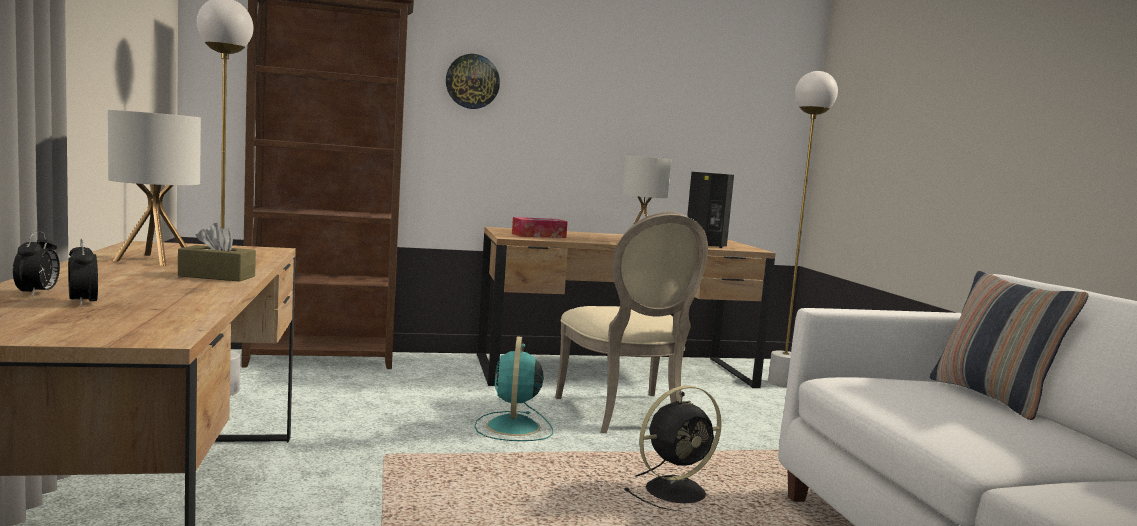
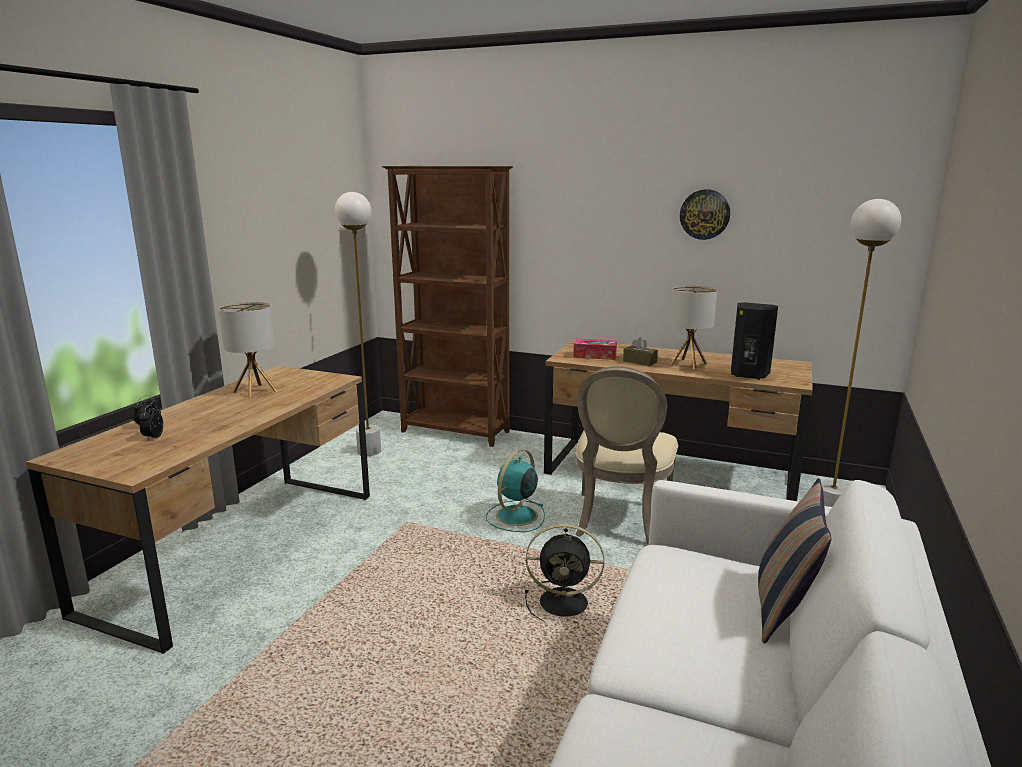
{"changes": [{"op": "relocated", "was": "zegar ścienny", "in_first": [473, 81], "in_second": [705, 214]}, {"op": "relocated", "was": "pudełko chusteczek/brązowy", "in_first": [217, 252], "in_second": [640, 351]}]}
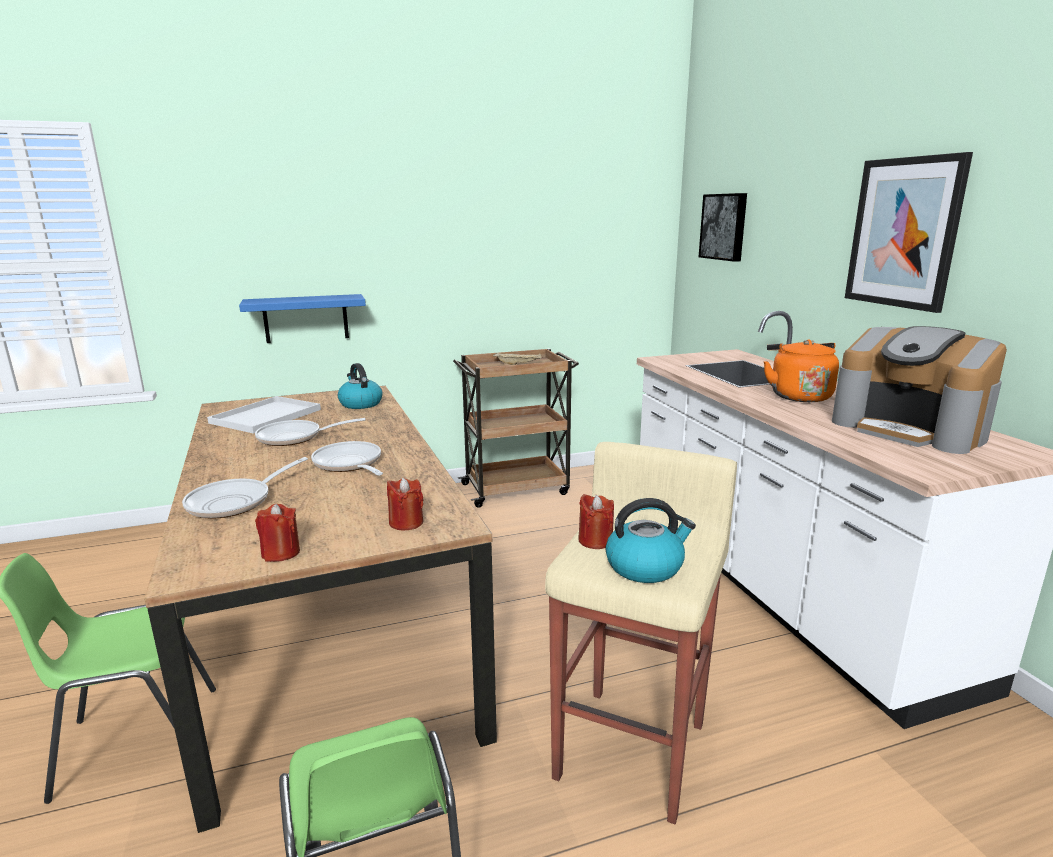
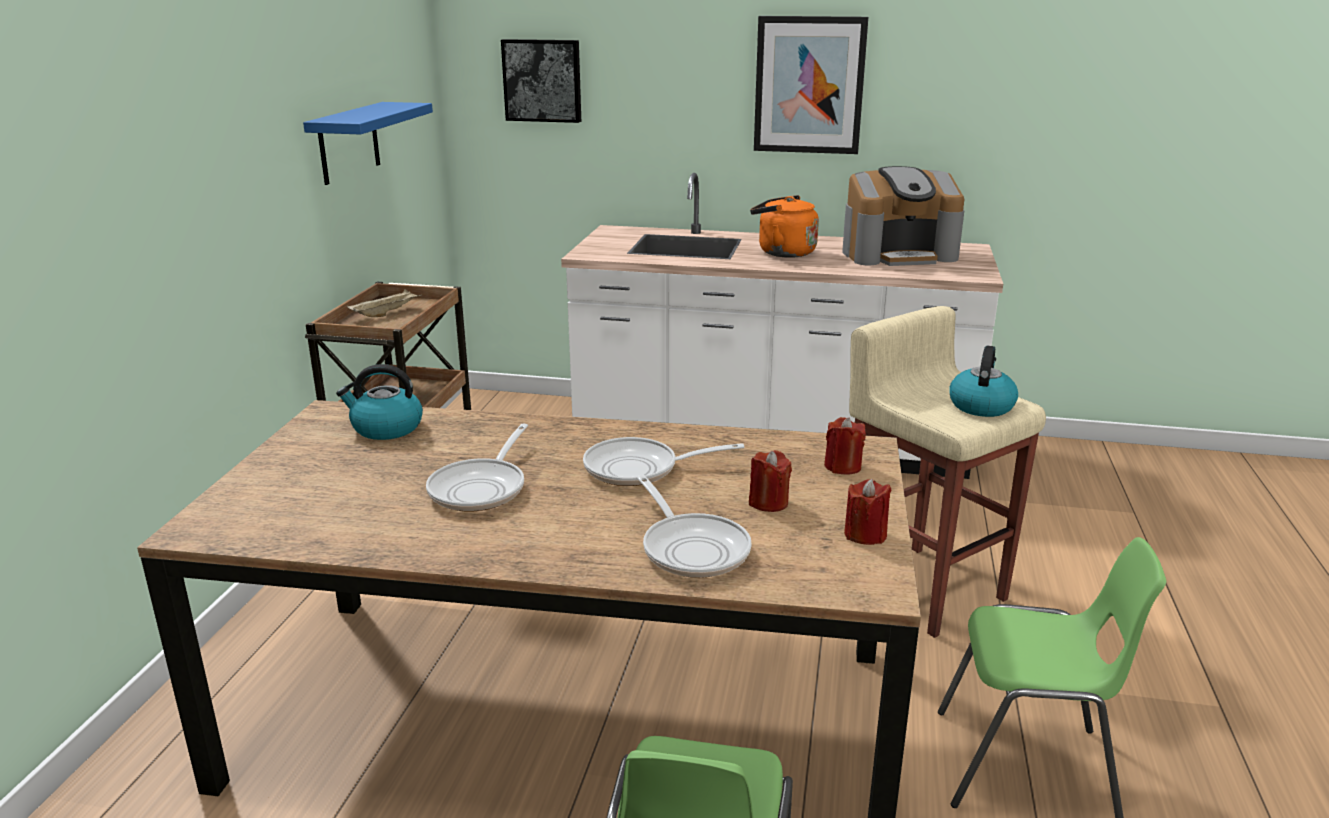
{"changes": [{"op": "relocated", "was": "półka/niebieski", "in_first": [302, 318], "in_second": [368, 143]}, {"op": "missing", "was": "taca/biały", "in_first": [264, 415]}, {"op": "relocated", "was": "świeca/czerwony", "in_first": [596, 521], "in_second": [770, 481]}]}
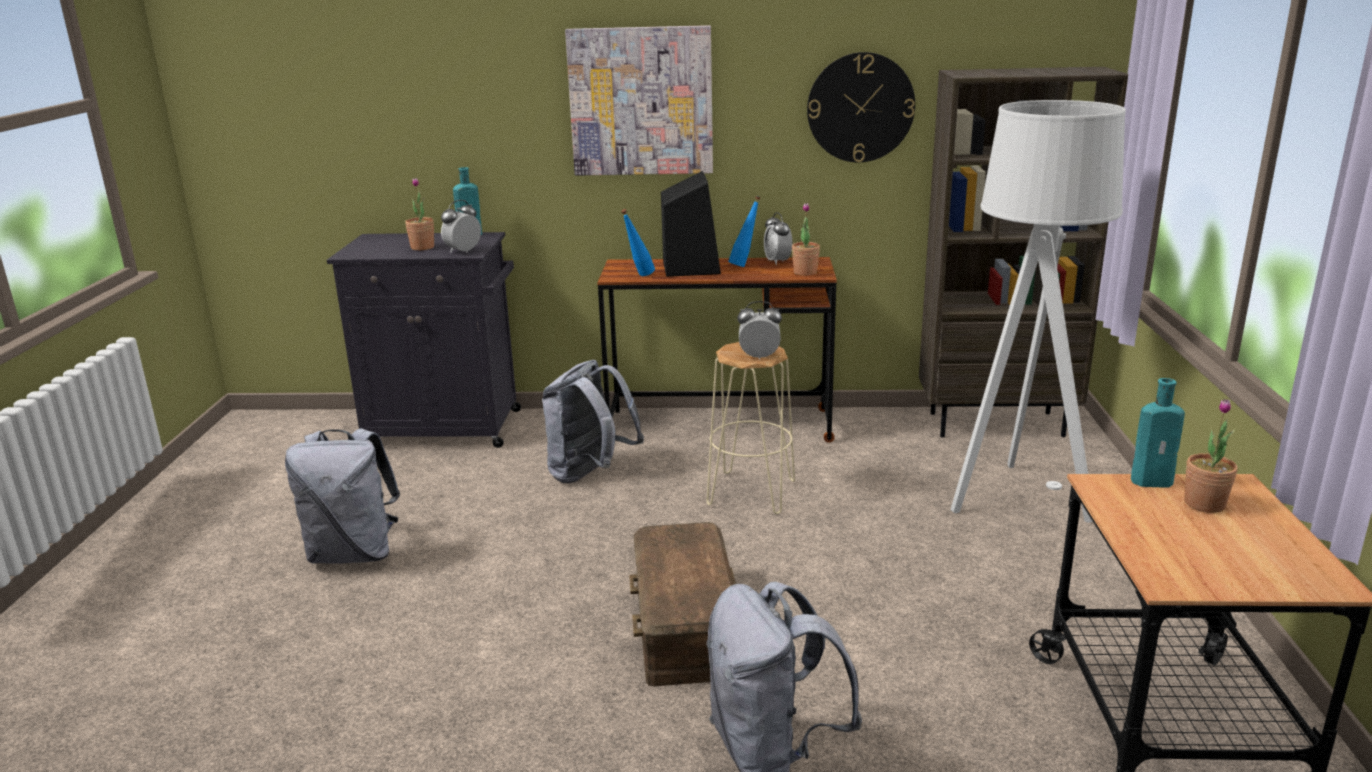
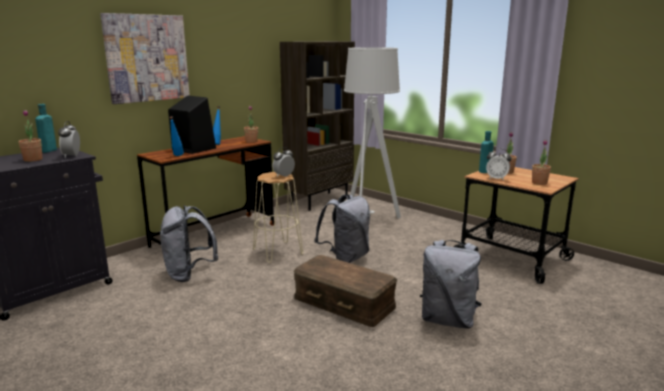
{"changes": [{"op": "missing", "was": "zegar ścienny", "in_first": [861, 107]}, {"op": "relocated", "was": "budzik", "in_first": [778, 238], "in_second": [499, 164]}, {"op": "relocated", "was": "plecak/szary", "in_first": [342, 496], "in_second": [342, 229]}, {"op": "appeared", "now": "roślina doniczkowa", "in_second": [541, 162]}]}
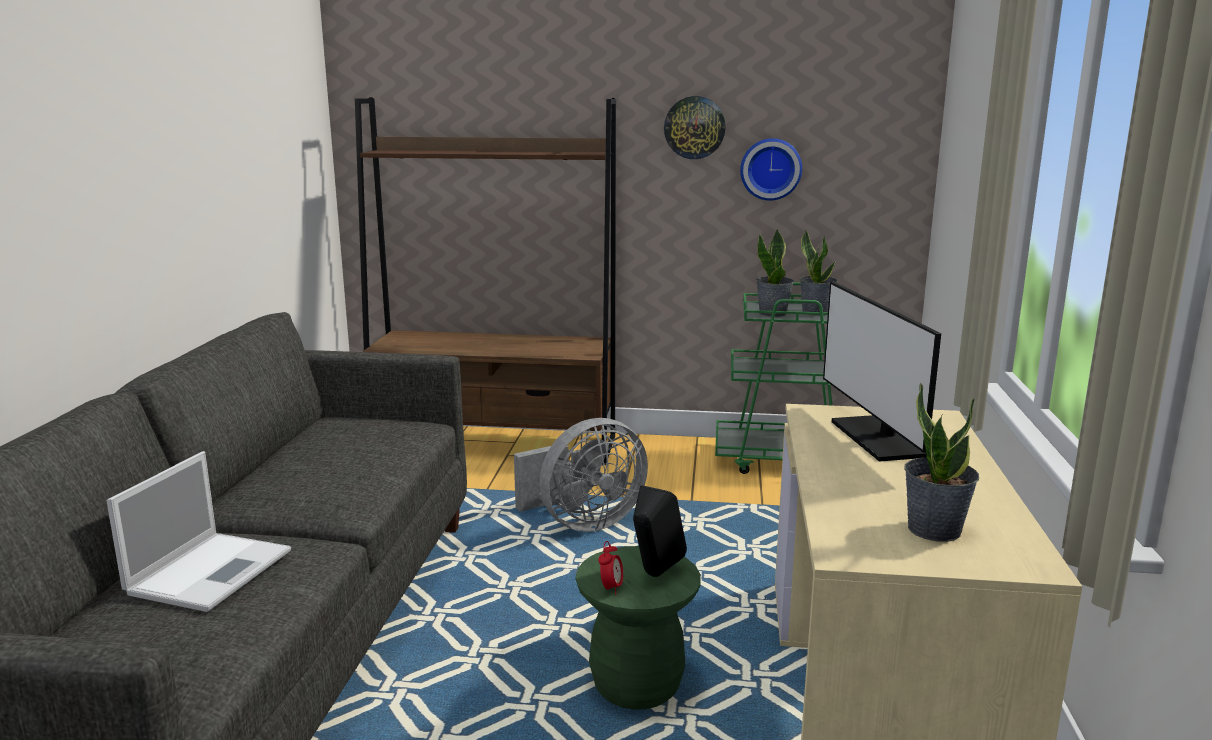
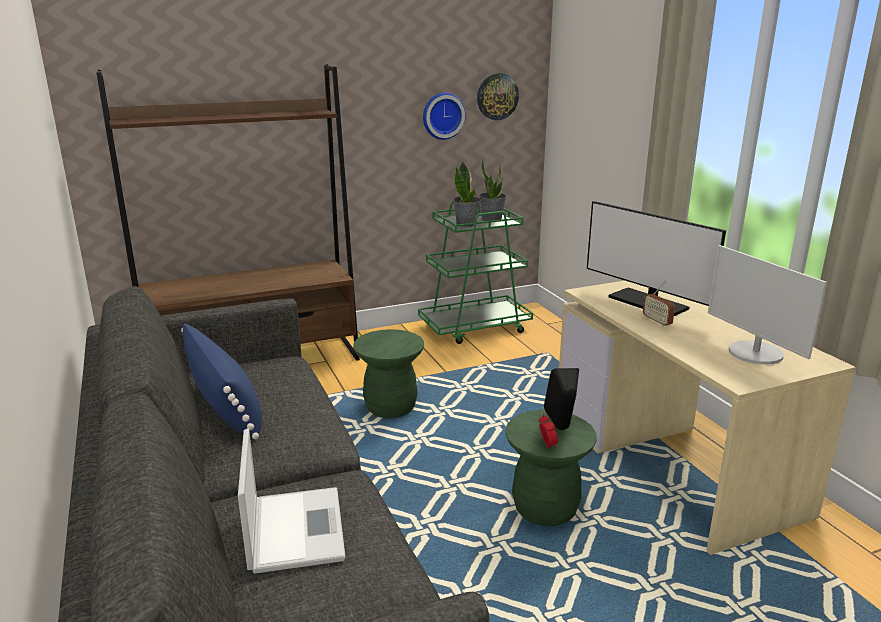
{"changes": [{"op": "relocated", "was": "zegar ścienny", "in_first": [695, 127], "in_second": [498, 96]}, {"op": "exchanged", "was": "roślina doniczkowa", "now": "monitor", "in_first": [941, 462], "in_second": [767, 304]}, {"op": "exchanged", "was": "wentylator/szary", "now": "stołek/zielony", "in_first": [581, 475], "in_second": [388, 373]}, {"op": "appeared", "now": "radio", "in_second": [659, 304]}, {"op": "appeared", "now": "poduszka/niebieski", "in_second": [221, 381]}]}
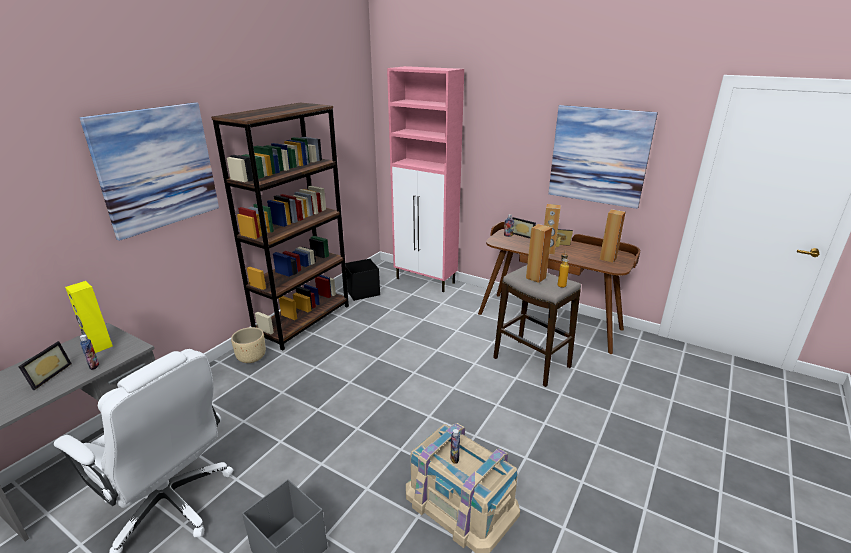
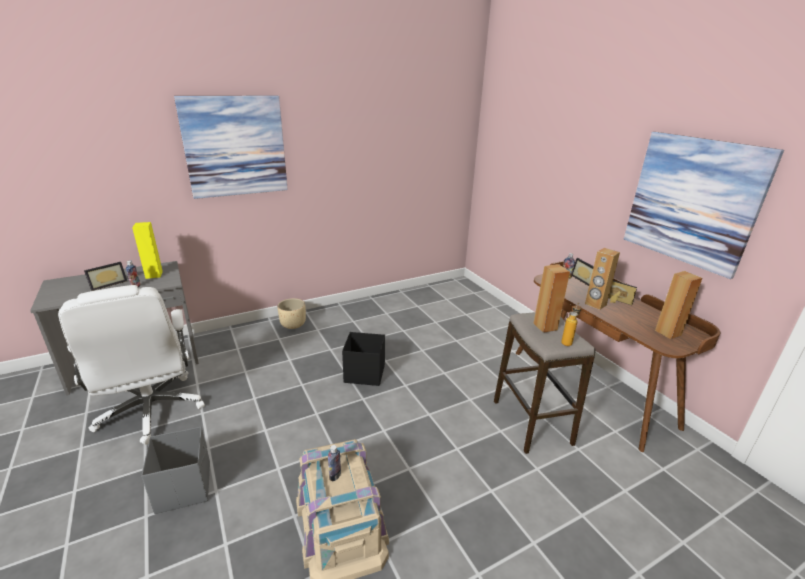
{"changes": [{"op": "missing", "was": "szafka/różowy", "in_first": [425, 179]}, {"op": "missing", "was": "regał/brązowy", "in_first": [280, 226]}, {"op": "relocated", "was": "pojemnik do przechowywania/czarny", "in_first": [362, 280], "in_second": [363, 359]}]}
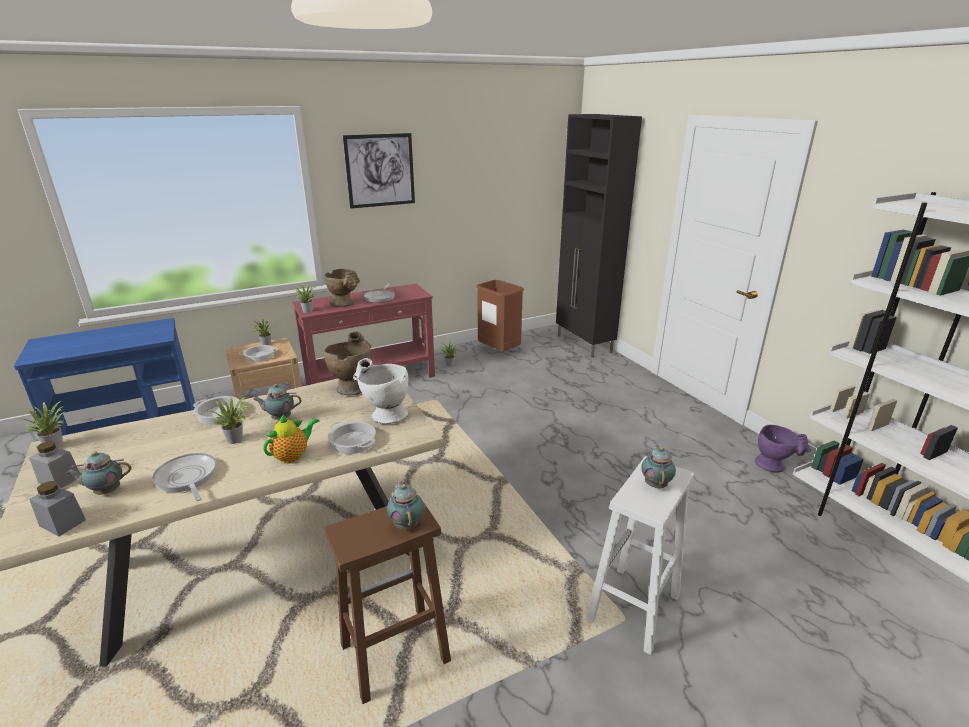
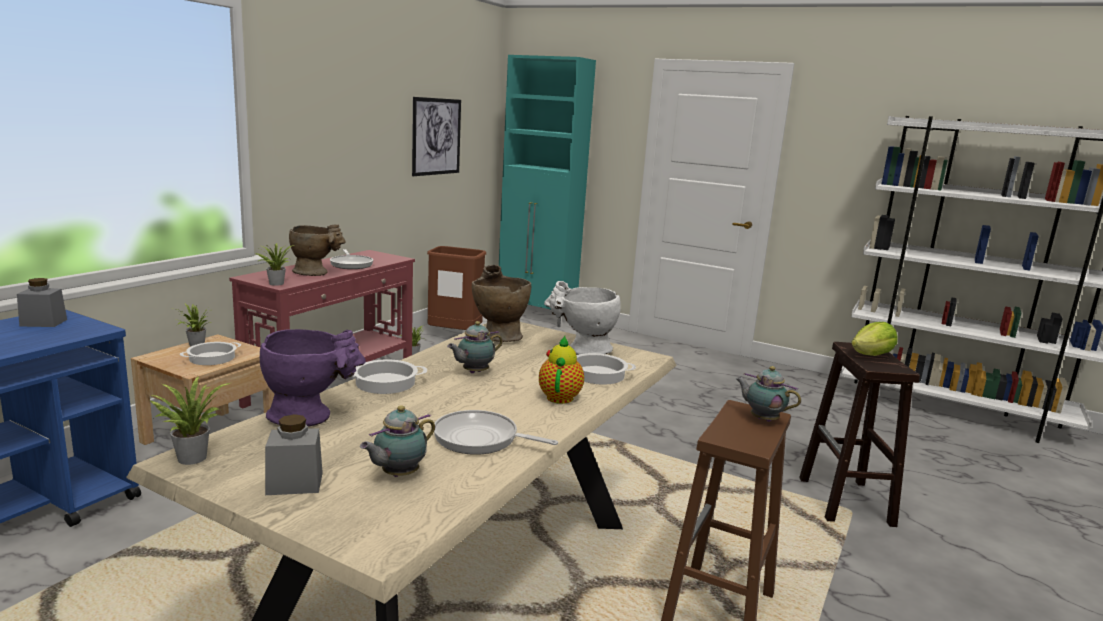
{"changes": [{"op": "colour", "was": "szafka/czarny", "now": "szafka/turkusowy", "in_first": [599, 236], "in_second": [547, 191]}, {"op": "relocated", "was": "obraz", "in_first": [379, 171], "in_second": [436, 136]}, {"op": "missing", "was": "roślina doniczkowa", "in_first": [229, 420]}, {"op": "relocated", "was": "wazon/fioletowy", "in_first": [783, 448], "in_second": [313, 378]}, {"op": "exchanged", "was": "imbryk", "now": "sałata", "in_first": [658, 466], "in_second": [874, 339]}, {"op": "colour", "was": "stołek/biały", "now": "stołek/brązowy", "in_first": [640, 555], "in_second": [859, 434]}, {"op": "relocated", "was": "słoik/szary", "in_first": [57, 508], "in_second": [42, 302]}]}
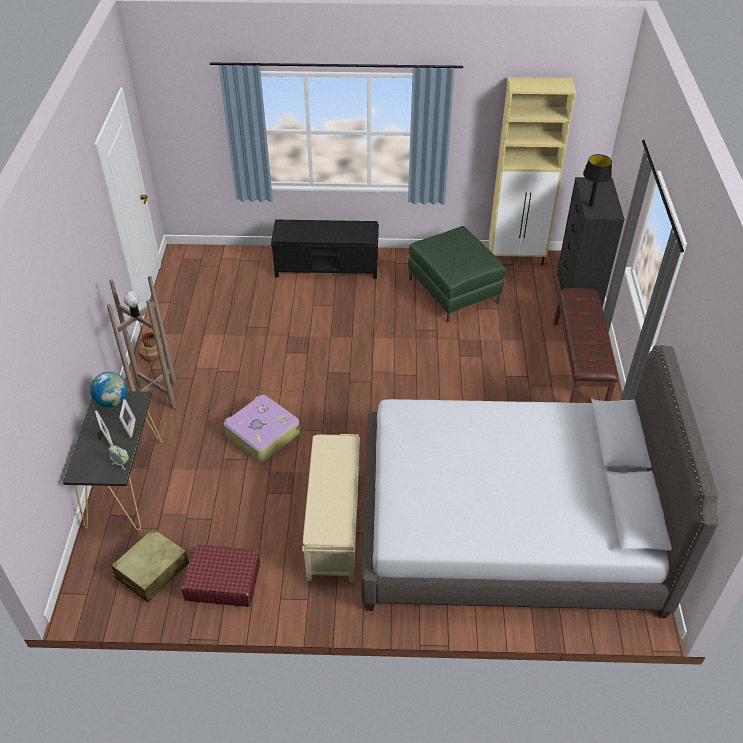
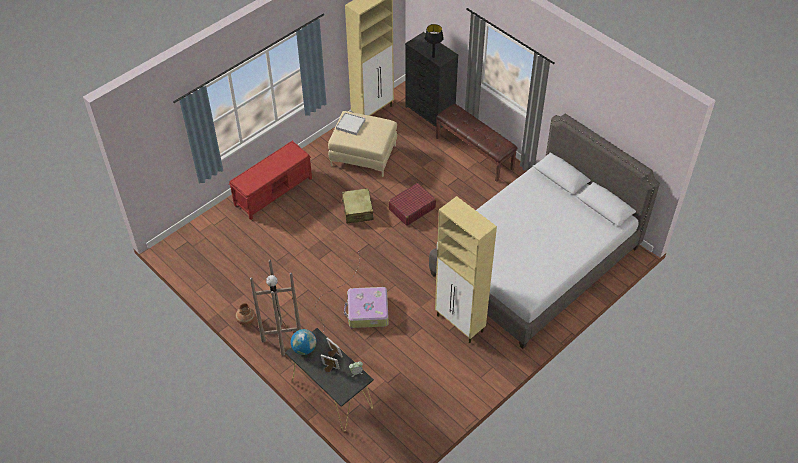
{"changes": [{"op": "colour", "was": "ławka/czarny", "now": "ławka/czerwony", "in_first": [325, 249], "in_second": [270, 180]}, {"op": "colour", "was": "pufa/zielony", "now": "pufa/beżowy", "in_first": [457, 274], "in_second": [362, 144]}, {"op": "exchanged", "was": "ławka/beżowy", "now": "szafka/beżowy", "in_first": [331, 508], "in_second": [466, 269]}, {"op": "relocated", "was": "walizka/beżowy", "in_first": [150, 565], "in_second": [358, 205]}, {"op": "relocated", "was": "walizka/czerwony", "in_first": [220, 576], "in_second": [412, 204]}, {"op": "appeared", "now": "taca/biały", "in_second": [350, 124]}]}
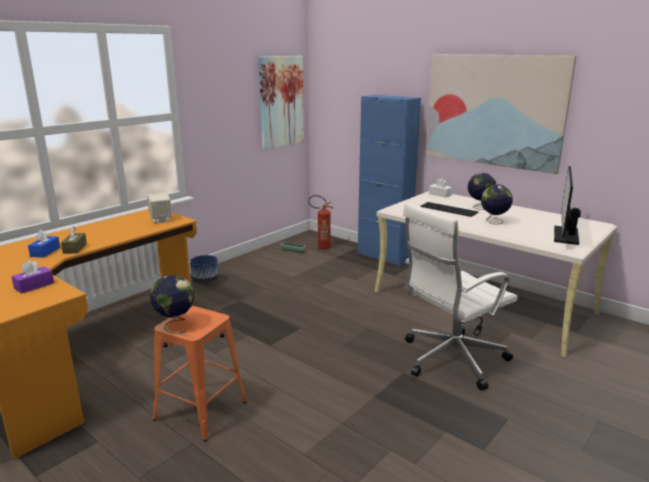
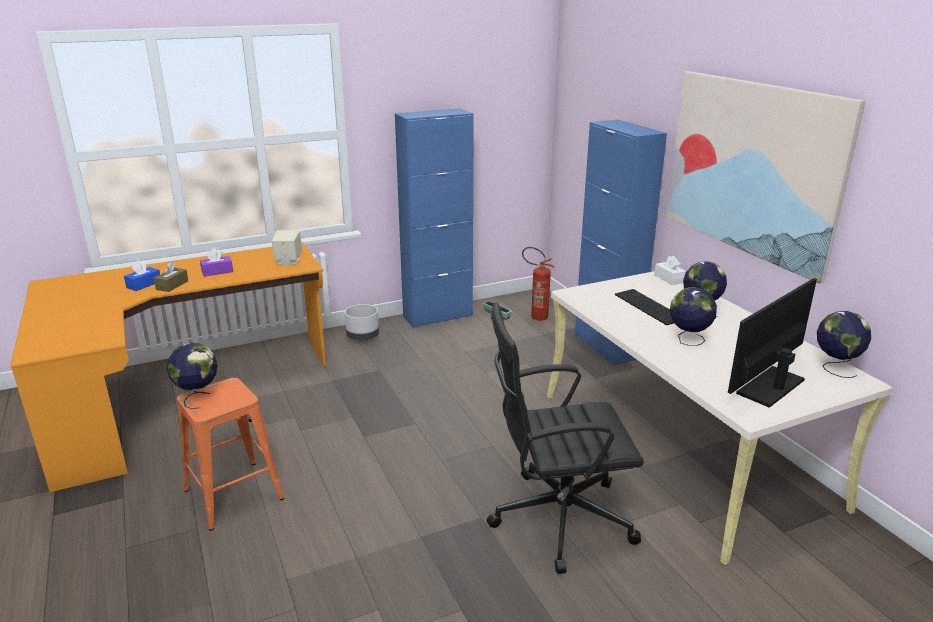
{"changes": [{"op": "missing", "was": "obraz", "in_first": [281, 103]}, {"op": "colour", "was": "krzesło biurowe/biały", "now": "krzesło biurowe/czarny", "in_first": [460, 296], "in_second": [565, 438]}, {"op": "colour", "was": "donica/niebieski", "now": "donica/szary", "in_first": [204, 270], "in_second": [362, 322]}, {"op": "relocated", "was": "pudełko chusteczek/fioletowy", "in_first": [32, 276], "in_second": [216, 263]}, {"op": "appeared", "now": "szafka/niebieski", "in_second": [434, 218]}, {"op": "appeared", "now": "globus", "in_second": [844, 344]}]}
